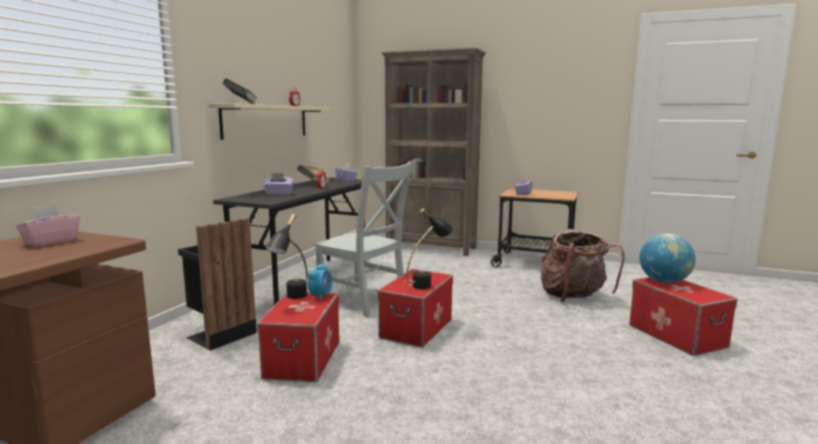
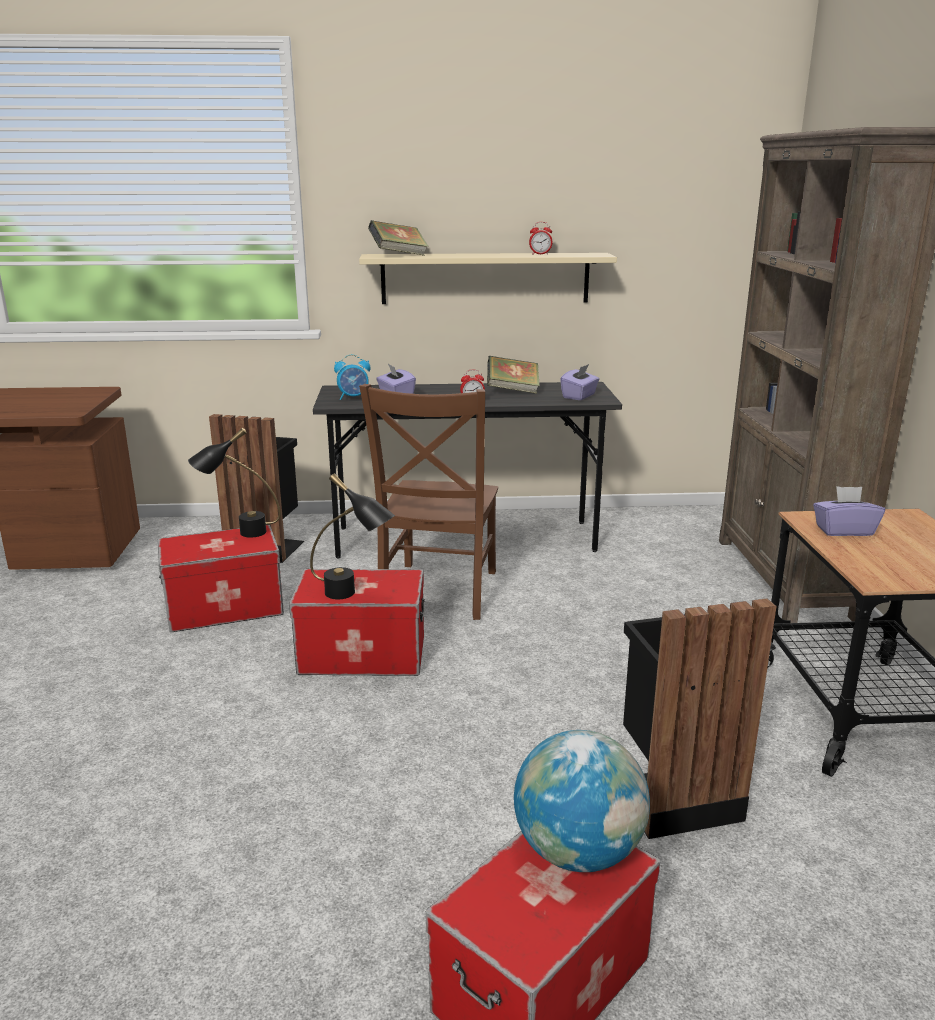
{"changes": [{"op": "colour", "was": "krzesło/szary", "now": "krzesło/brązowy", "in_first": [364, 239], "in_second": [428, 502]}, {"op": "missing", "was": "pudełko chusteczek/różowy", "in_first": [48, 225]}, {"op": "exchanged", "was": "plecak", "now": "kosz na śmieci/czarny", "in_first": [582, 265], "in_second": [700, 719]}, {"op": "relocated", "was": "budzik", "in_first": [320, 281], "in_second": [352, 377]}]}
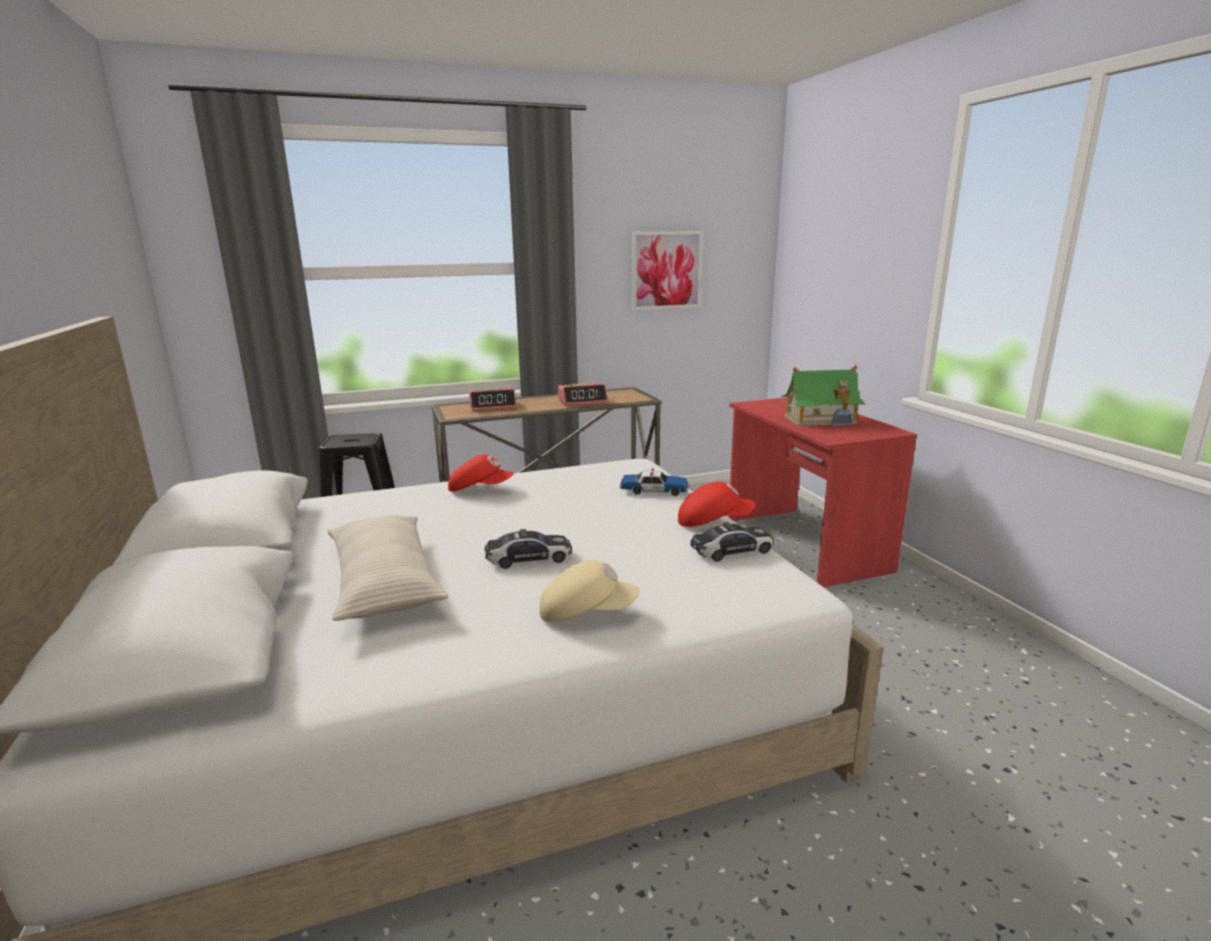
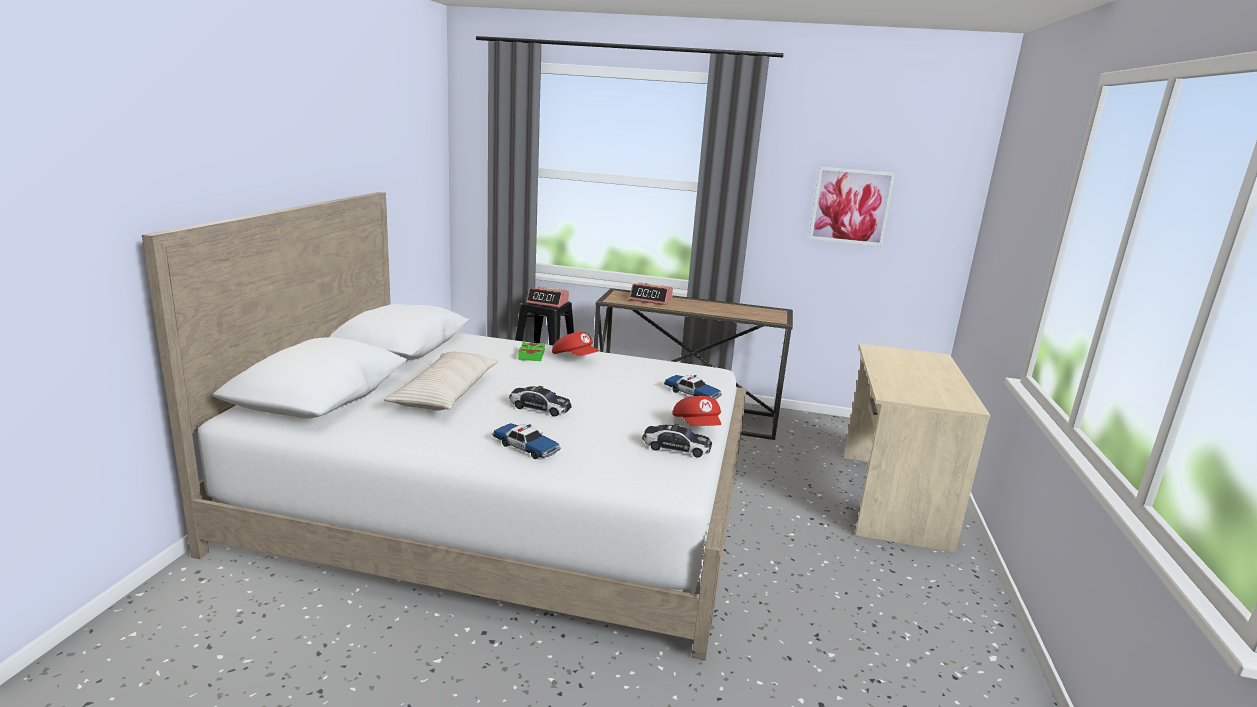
{"changes": [{"op": "missing", "was": "domek", "in_first": [823, 395]}, {"op": "relocated", "was": "budzik", "in_first": [583, 394], "in_second": [547, 297]}, {"op": "colour", "was": "biurko/czerwony", "now": "biurko/beżowy", "in_first": [822, 492], "in_second": [917, 447]}, {"op": "spun", "was": "czapka z daszkiem/czerwony", "in_first": [716, 504], "in_second": [696, 411], "clockwise": 45}, {"op": "exchanged", "was": "czapka z daszkiem/beżowy", "now": "samochodzik", "in_first": [589, 591], "in_second": [526, 441]}, {"op": "appeared", "now": "książka/zielony", "in_second": [531, 351]}]}
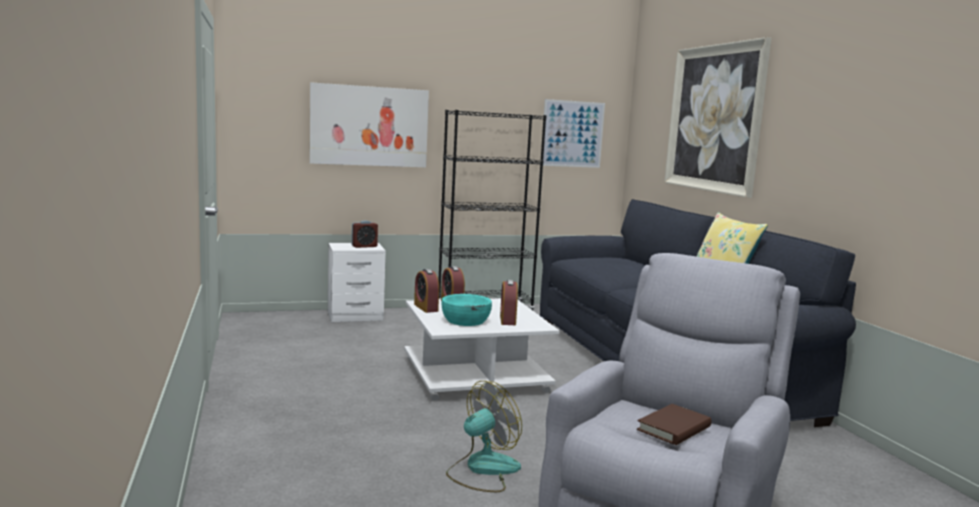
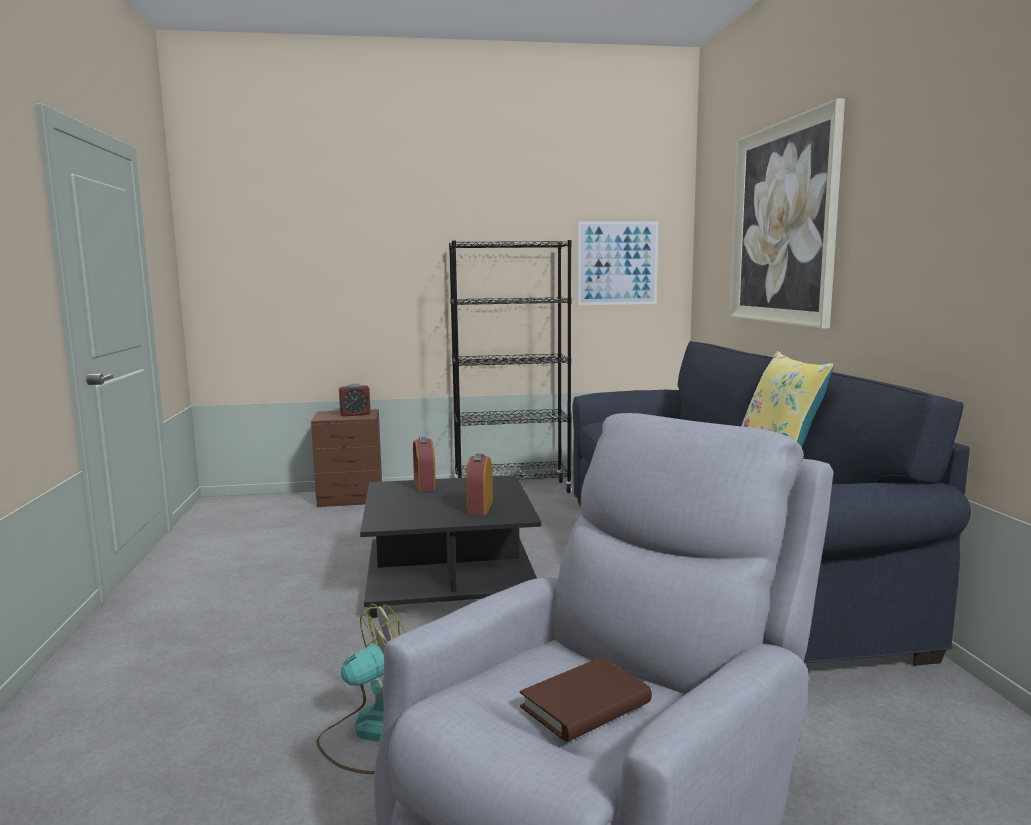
{"changes": [{"op": "missing", "was": "obraz", "in_first": [369, 124]}, {"op": "colour", "was": "szafka nocna/biały", "now": "szafka nocna/brązowy", "in_first": [357, 282], "in_second": [346, 458]}, {"op": "missing", "was": "budzik", "in_first": [426, 291]}, {"op": "missing", "was": "miska/turkusowy", "in_first": [467, 310]}, {"op": "colour", "was": "ława/biały", "now": "ława/czarny", "in_first": [481, 349], "in_second": [451, 546]}]}
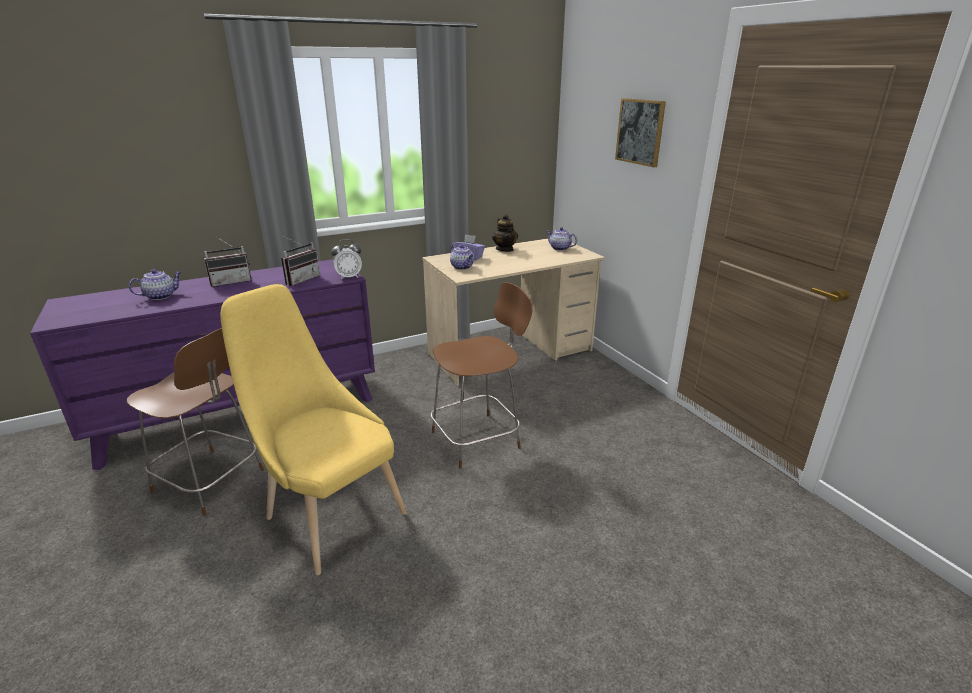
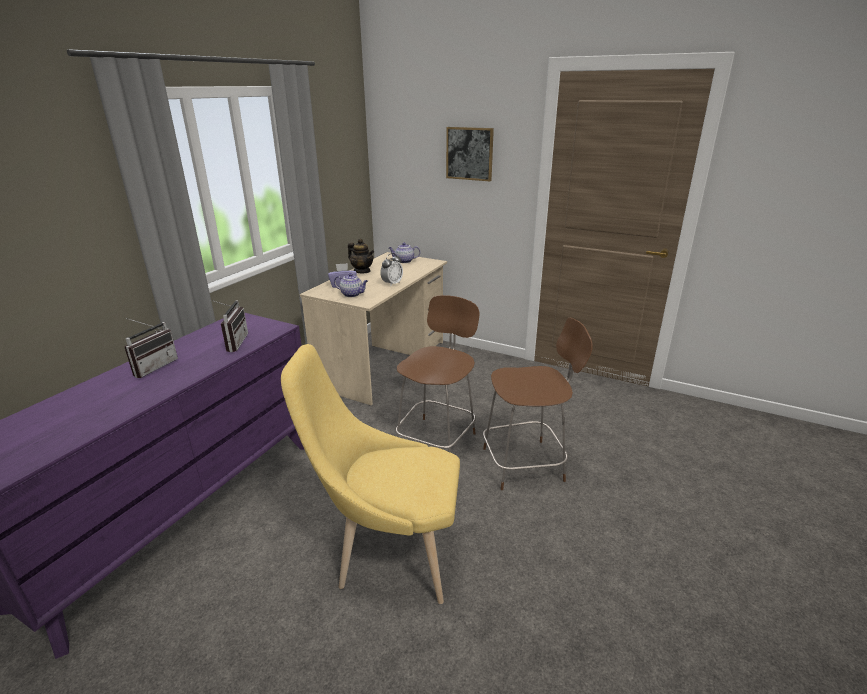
{"changes": [{"op": "relocated", "was": "budzik", "in_first": [346, 260], "in_second": [391, 270]}, {"op": "missing", "was": "imbryk", "in_first": [155, 284]}, {"op": "relocated", "was": "krzesło/brązowy", "in_first": [195, 422], "in_second": [538, 404]}]}
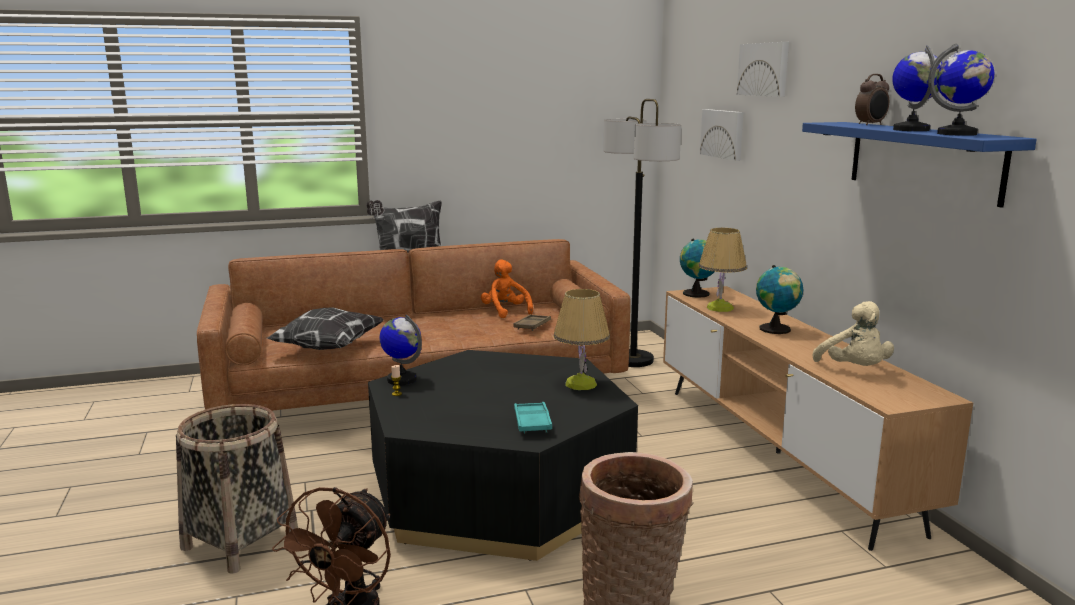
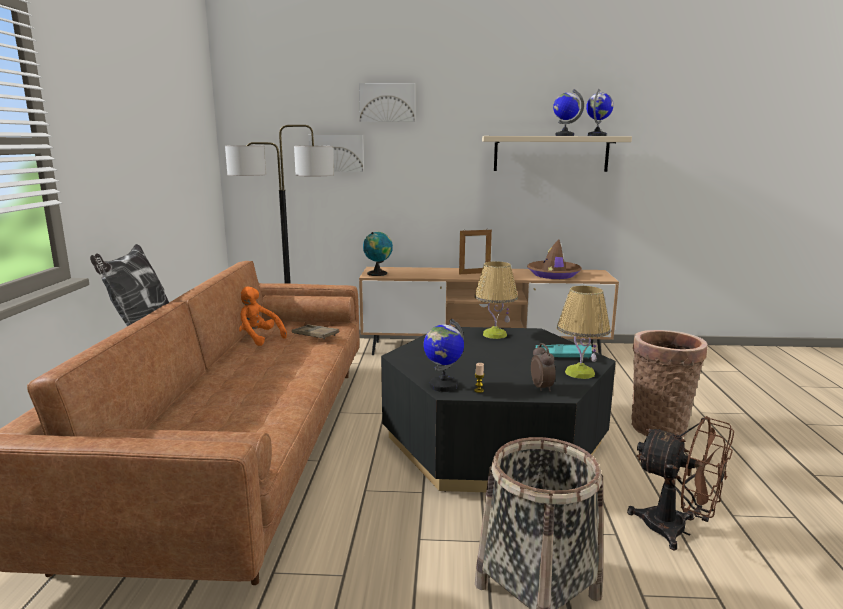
{"changes": [{"op": "relocated", "was": "budzik", "in_first": [872, 99], "in_second": [543, 367]}, {"op": "colour", "was": "półka/niebieski", "now": "półka/beżowy", "in_first": [919, 165], "in_second": [557, 154]}, {"op": "relocated", "was": "lampa stołowa", "in_first": [723, 270], "in_second": [583, 332]}, {"op": "spun", "was": "pluszak/pomarańczowy", "in_first": [507, 288], "in_second": [263, 316], "clockwise": 45}, {"op": "exchanged", "was": "globus", "now": "ramka na zdjęcie", "in_first": [779, 299], "in_second": [475, 251]}, {"op": "exchanged", "was": "pluszak/beżowy", "now": "kapelusz/brązowy", "in_first": [853, 333], "in_second": [554, 259]}, {"op": "missing", "was": "poduszka", "in_first": [325, 329]}]}
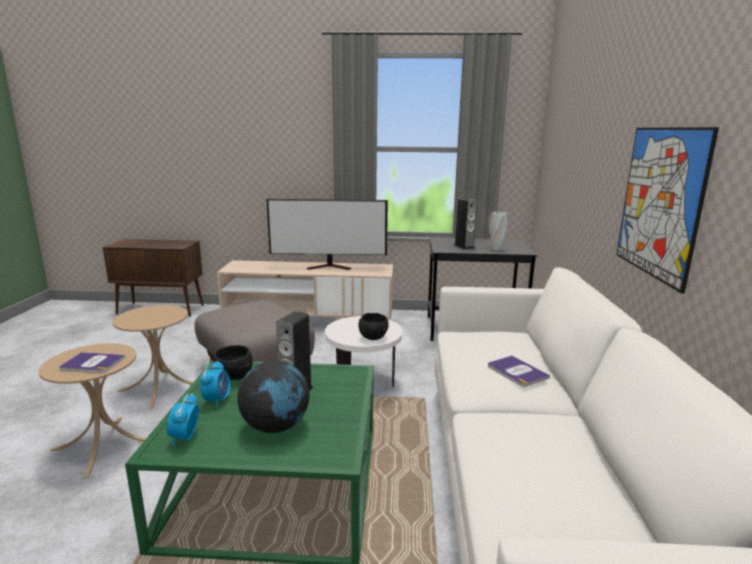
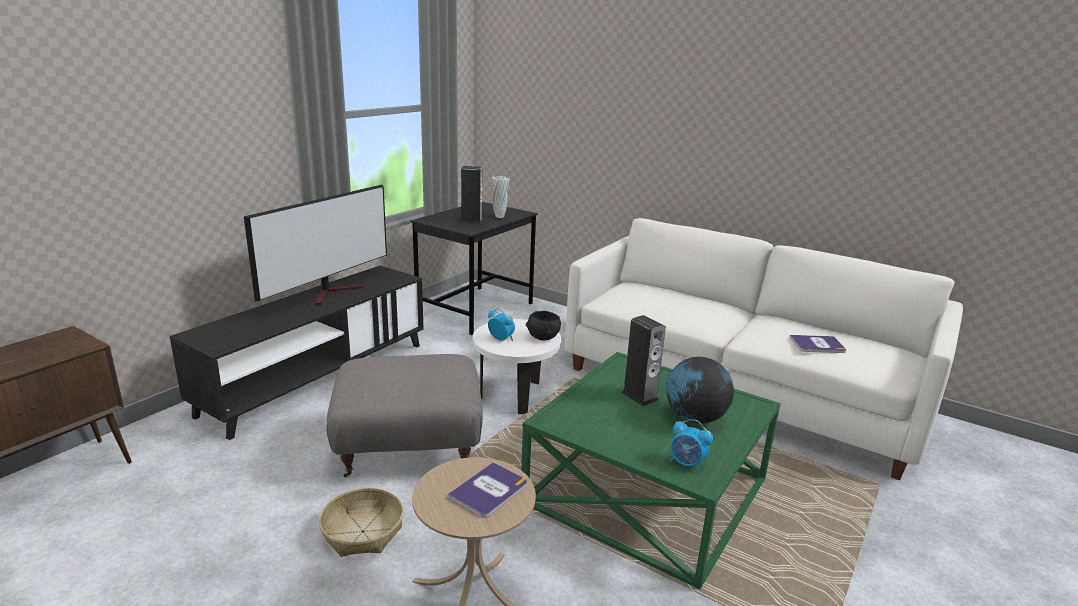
{"changes": [{"op": "missing", "was": "obraz", "in_first": [667, 210]}, {"op": "colour", "was": "szafka pod telewizor/beżowy", "now": "szafka pod telewizor/czarny", "in_first": [305, 289], "in_second": [296, 352]}, {"op": "exchanged", "was": "stolik/beżowy", "now": "koszyk", "in_first": [152, 357], "in_second": [361, 522]}, {"op": "missing", "was": "miska/czarny", "in_first": [233, 362]}, {"op": "relocated", "was": "książka", "in_first": [519, 371], "in_second": [817, 344]}, {"op": "relocated", "was": "budzik", "in_first": [215, 384], "in_second": [501, 325]}]}
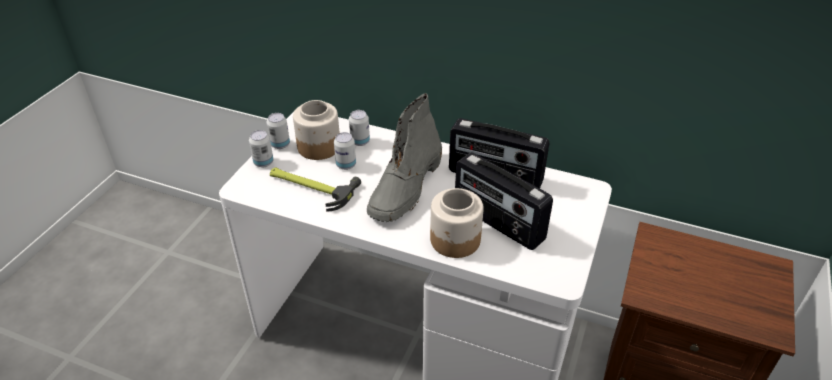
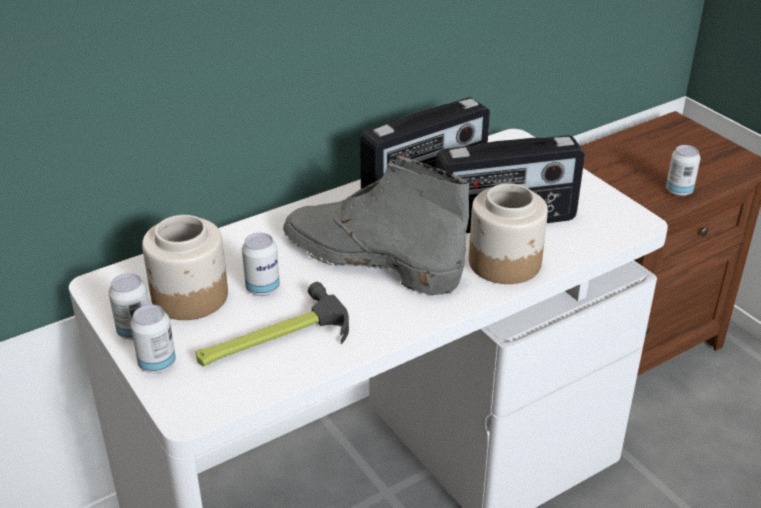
{"changes": [{"op": "spun", "was": "but z cholewką/szary", "in_first": [404, 157], "in_second": [376, 225], "clockwise": 150}, {"op": "relocated", "was": "puszka", "in_first": [359, 128], "in_second": [683, 170]}]}
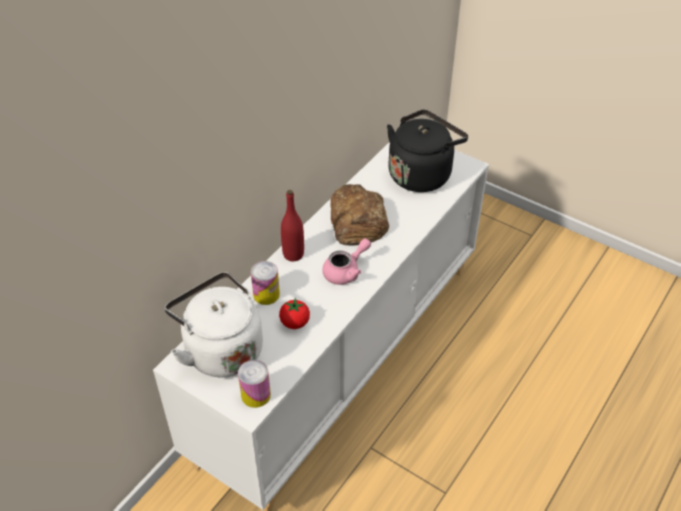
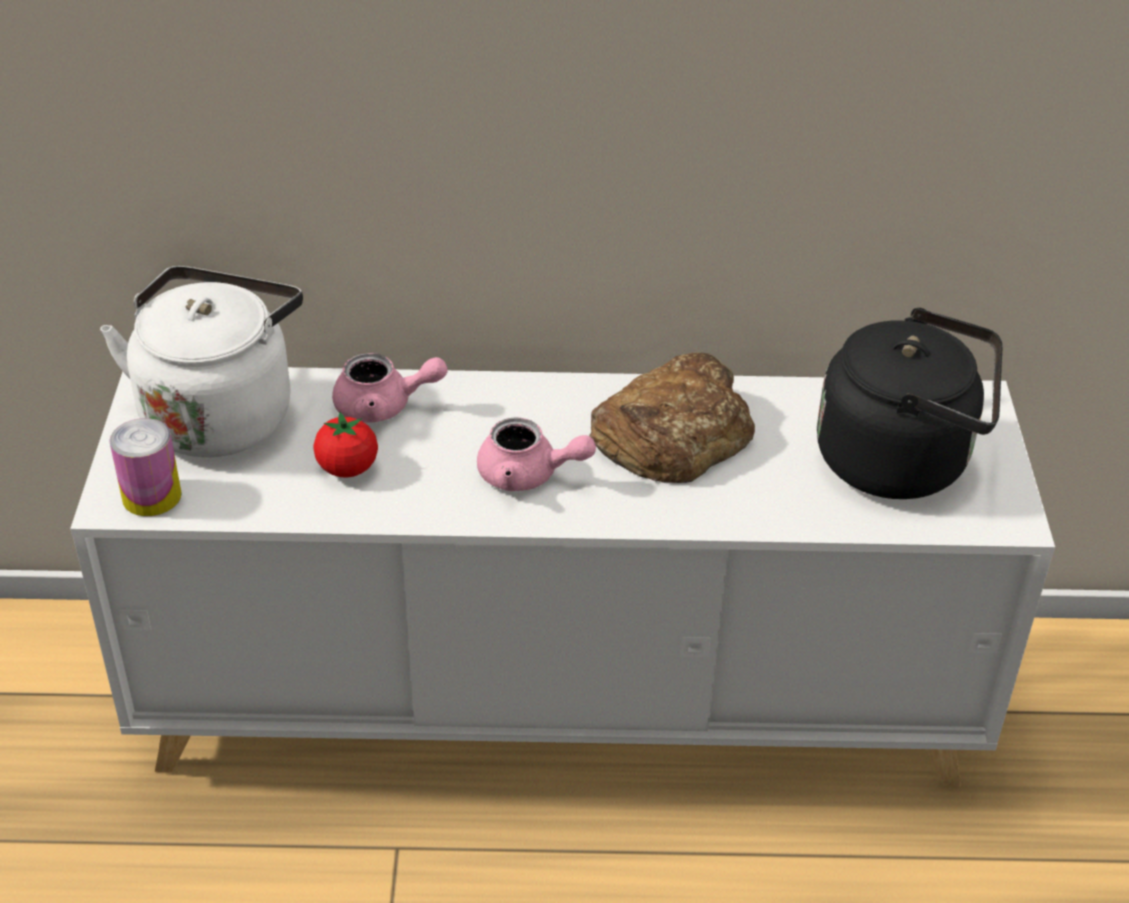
{"changes": [{"op": "missing", "was": "butelka/czerwony", "in_first": [292, 225]}, {"op": "exchanged", "was": "puszka", "now": "imbryk/różowy", "in_first": [265, 283], "in_second": [390, 388]}]}
